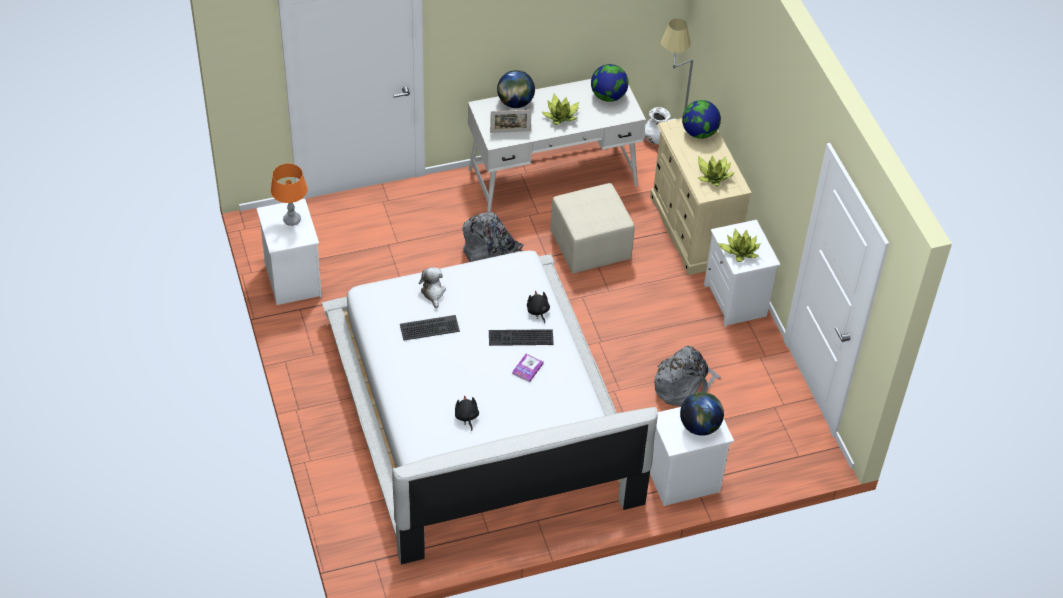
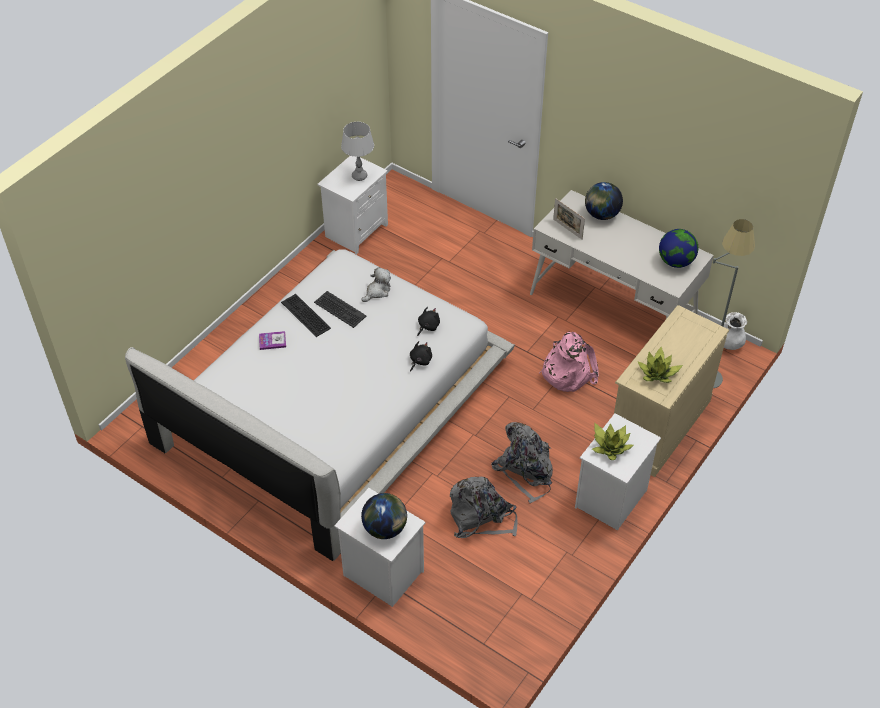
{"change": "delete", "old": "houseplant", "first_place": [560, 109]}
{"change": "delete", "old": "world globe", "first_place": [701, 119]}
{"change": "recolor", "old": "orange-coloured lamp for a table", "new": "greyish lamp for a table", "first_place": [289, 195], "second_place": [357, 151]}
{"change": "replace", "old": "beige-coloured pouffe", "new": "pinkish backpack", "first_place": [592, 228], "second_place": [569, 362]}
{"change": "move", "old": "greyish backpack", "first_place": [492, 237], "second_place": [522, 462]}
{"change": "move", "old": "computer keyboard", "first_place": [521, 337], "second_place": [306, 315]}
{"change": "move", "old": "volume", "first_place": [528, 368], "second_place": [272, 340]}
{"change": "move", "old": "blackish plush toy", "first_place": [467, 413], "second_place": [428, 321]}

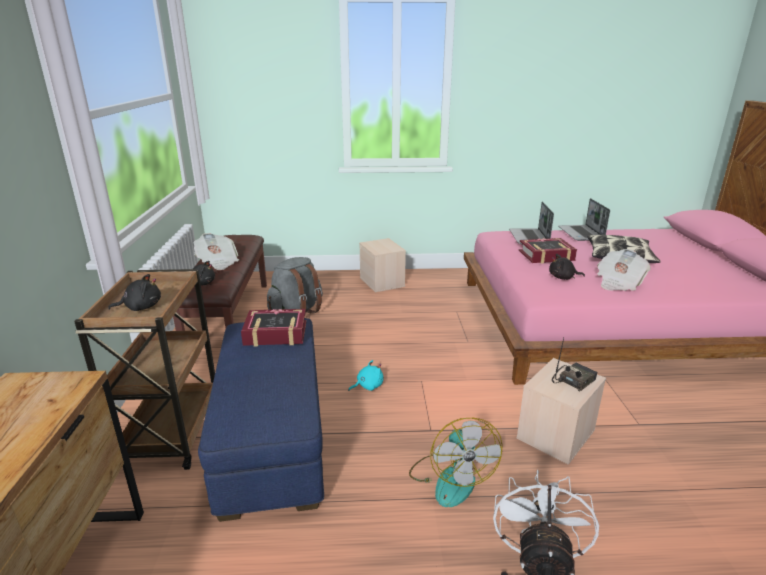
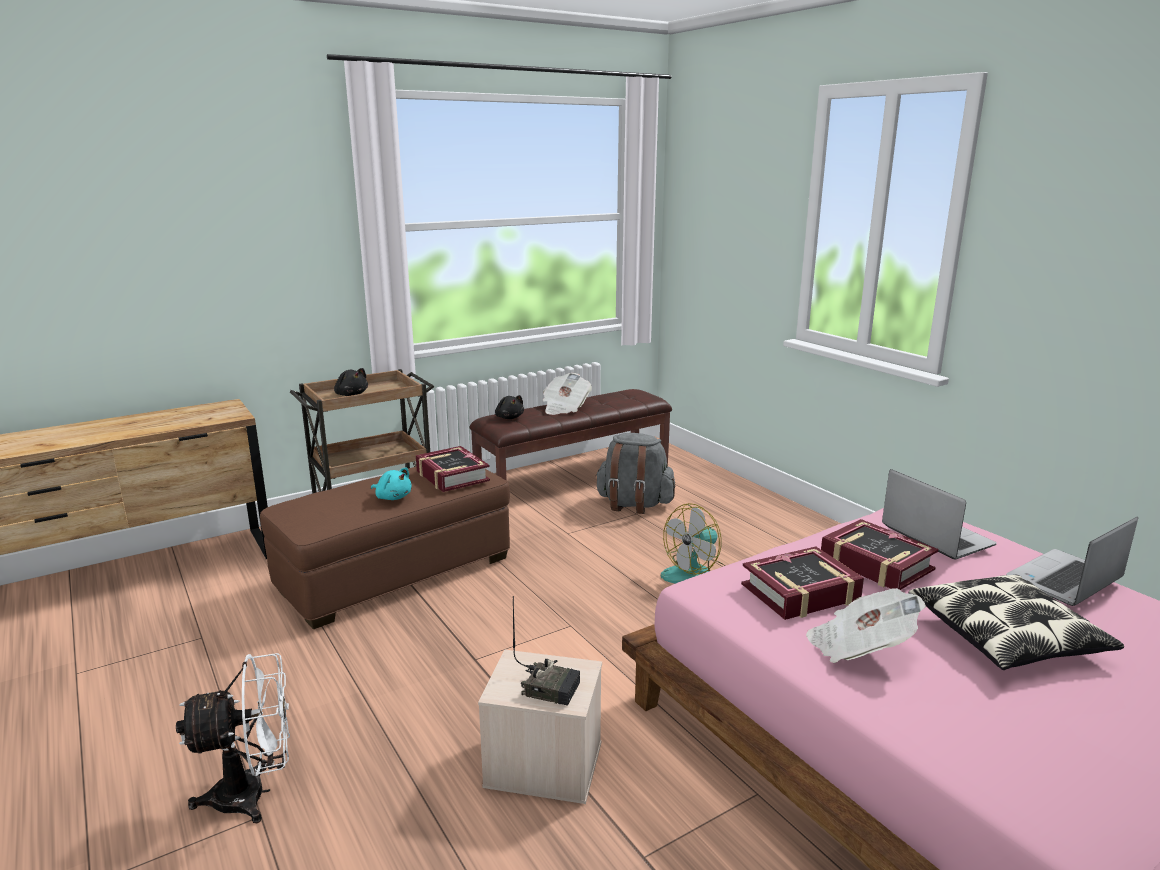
{"change": "rotate", "old": "laptop", "first_place": [531, 223], "second_place": [939, 514], "degrees": 90}
{"change": "delete", "old": "beige-coloured storage box", "first_place": [382, 265]}
{"change": "replace", "old": "blackish plush toy", "new": "volume", "first_place": [567, 267], "second_place": [802, 583]}
{"change": "recolor", "old": "blue-coloured pouffe", "new": "brown-coloured pouffe", "first_place": [261, 420], "second_place": [385, 548]}
{"change": "move", "old": "turquoise plush toy", "first_place": [366, 375], "second_place": [391, 483]}
{"change": "move", "old": "electric fan", "first_place": [456, 462], "second_place": [693, 543]}

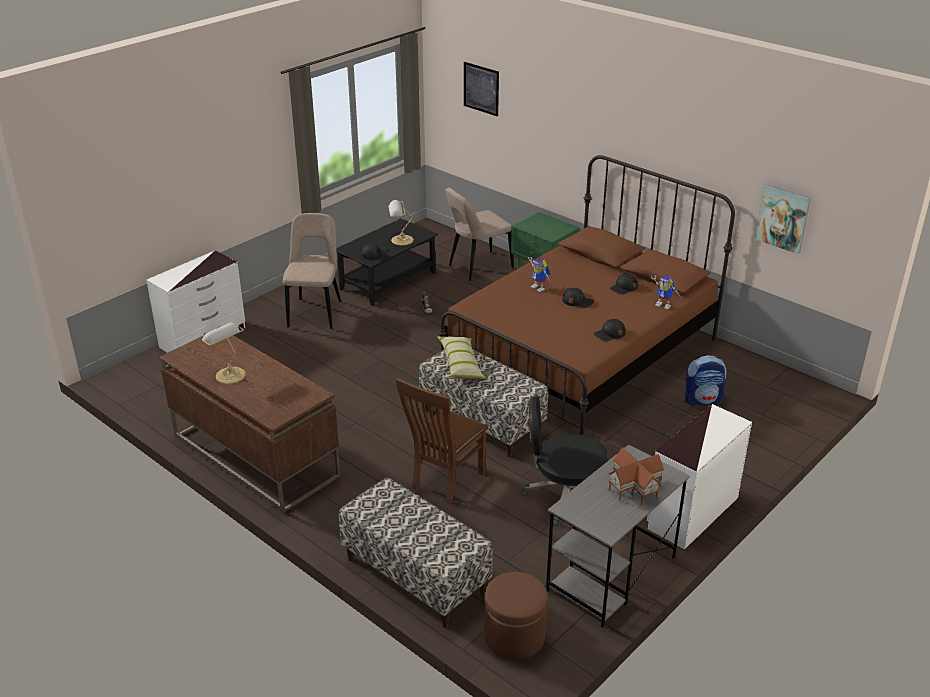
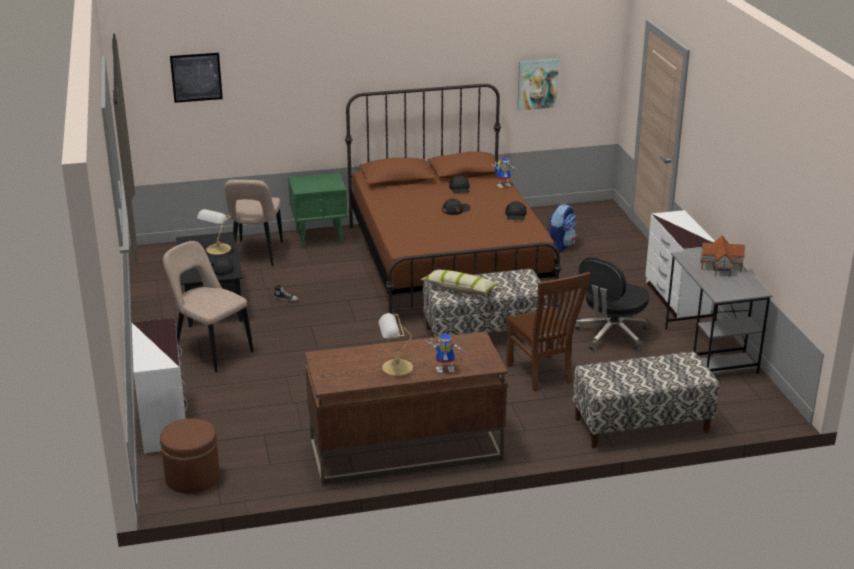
{"change": "move", "old": "toy robot", "first_place": [539, 274], "second_place": [446, 353]}
{"change": "move", "old": "brown-coloured pouffe", "first_place": [516, 616], "second_place": [190, 455]}

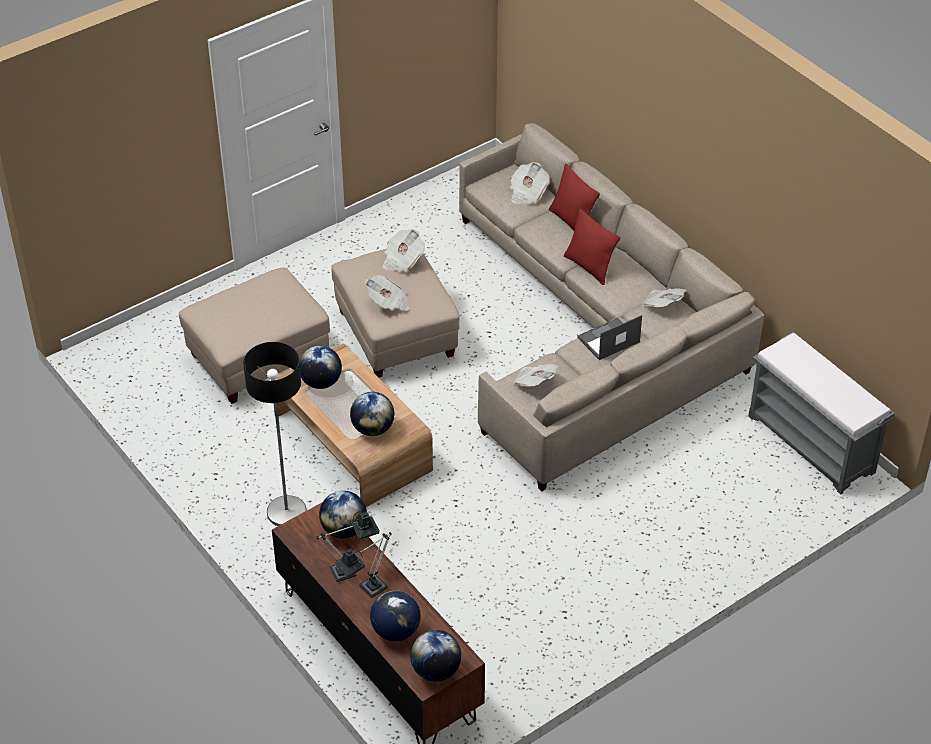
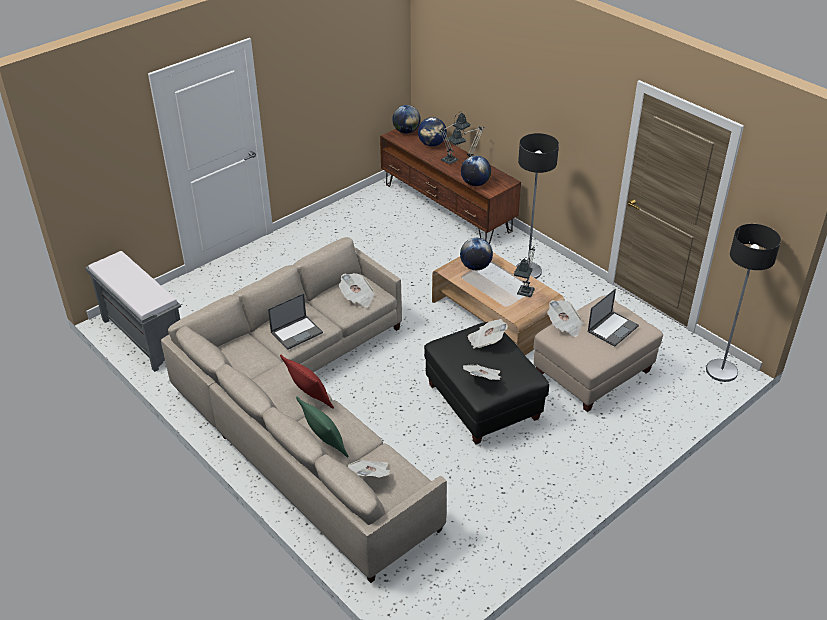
{"change": "recolor", "old": "red cushion", "new": "greenish cushion", "first_place": [574, 197], "second_place": [322, 427]}
{"change": "recolor", "old": "beige-coloured pouffe", "new": "blackish pouffe", "first_place": [395, 313], "second_place": [486, 383]}
{"change": "move", "old": "daily paper", "first_place": [664, 297], "second_place": [565, 318]}
{"change": "replace", "old": "world globe", "new": "lamp for a table", "first_place": [320, 367], "second_place": [524, 272]}
{"change": "insert", "new": "floor lamp", "second_place": [743, 303]}
{"change": "insert", "new": "laptop", "second_place": [613, 318]}

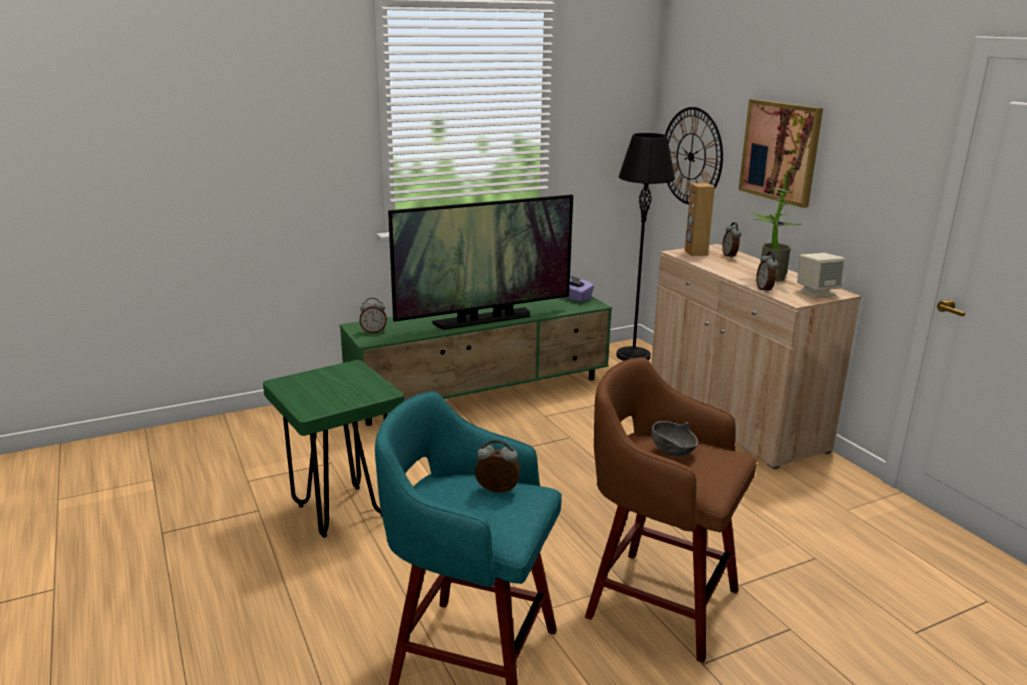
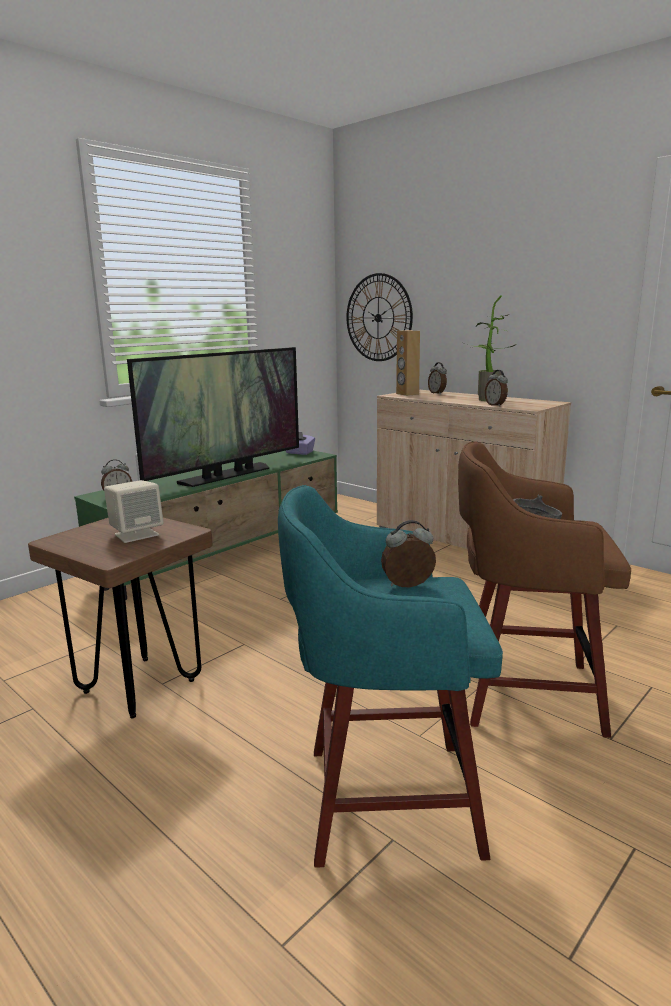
{"change": "delete", "old": "picture", "first_place": [781, 153]}
{"change": "delete", "old": "blackish floor lamp", "first_place": [645, 247]}
{"change": "move", "old": "beige-coloured speaker", "first_place": [821, 275], "second_place": [134, 511]}
{"change": "recolor", "old": "greenish stool", "new": "brown-coloured stool", "first_place": [333, 449], "second_place": [120, 618]}

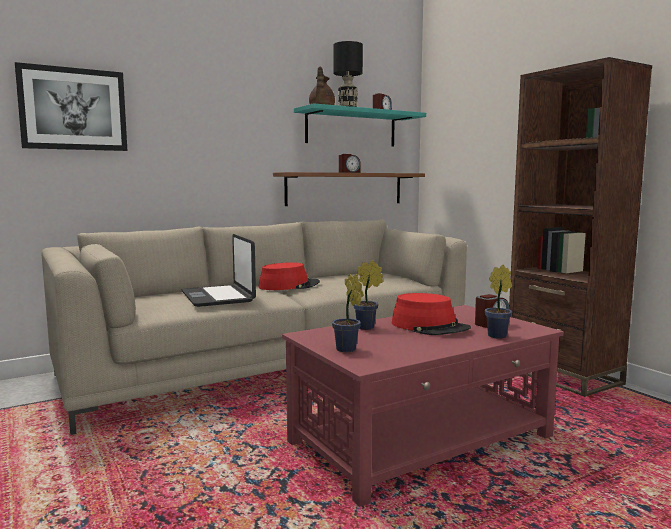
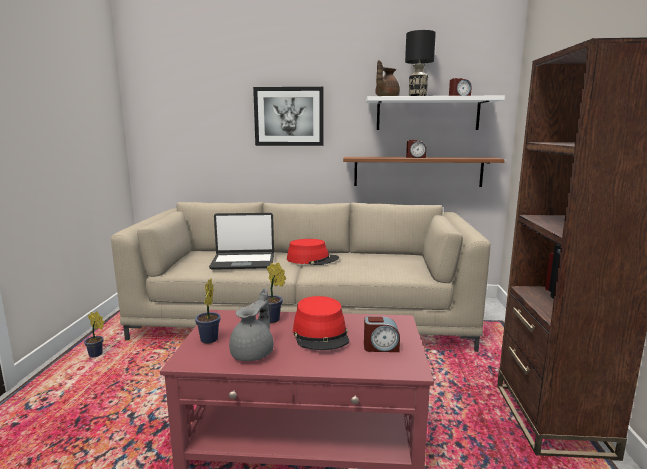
{"change": "move", "old": "picture", "first_place": [71, 106], "second_place": [288, 116]}
{"change": "recolor", "old": "turquoise wall shelf", "new": "whitish wall shelf", "first_place": [360, 125], "second_place": [435, 113]}
{"change": "rotate", "old": "laptop", "first_place": [219, 270], "second_place": [241, 241], "degrees": -105}
{"change": "move", "old": "houseplant", "first_place": [498, 302], "second_place": [94, 334]}
{"change": "insert", "new": "greyish pot for tea", "second_place": [251, 324]}

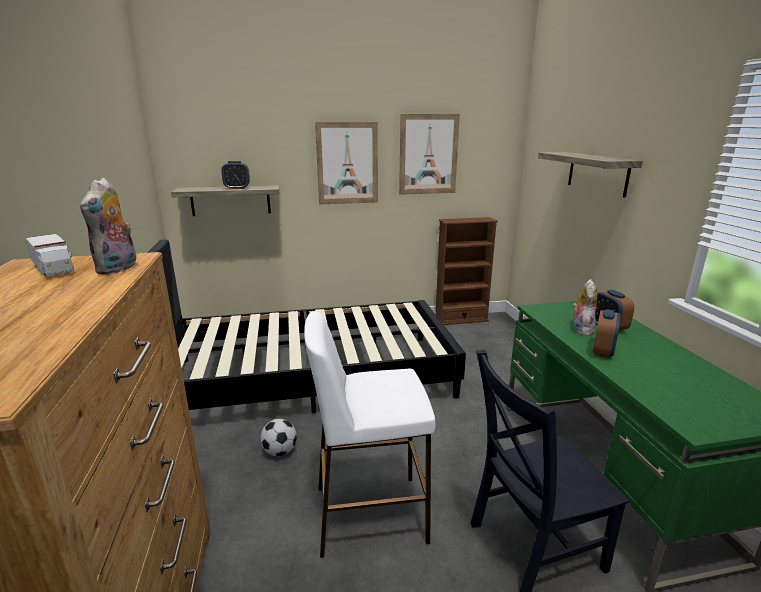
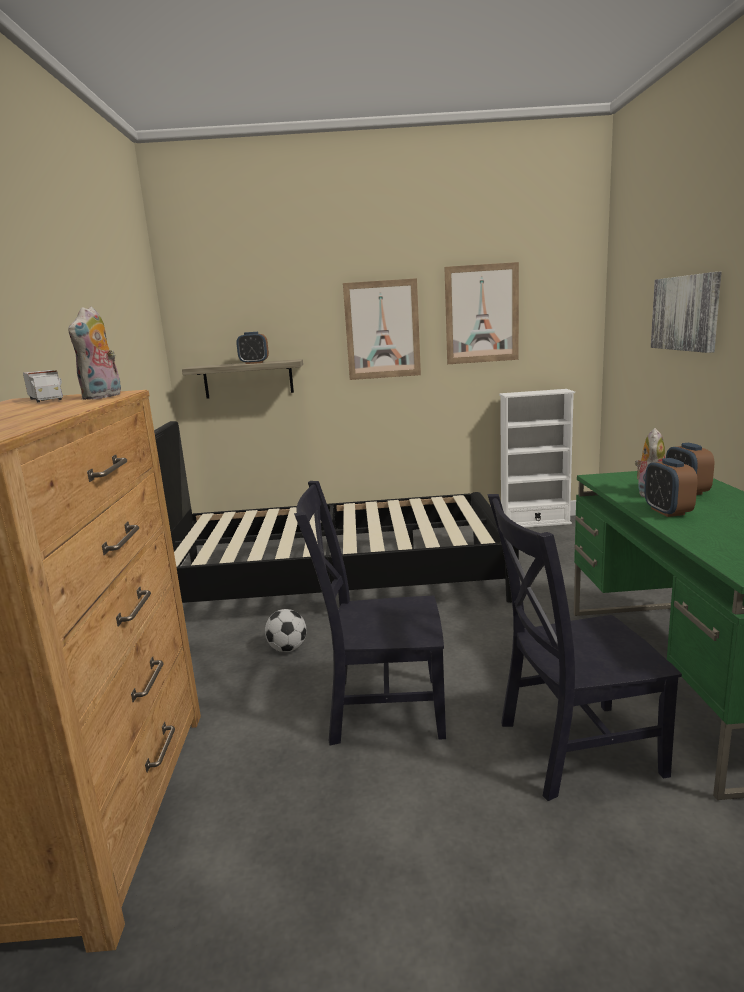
{"change": "replace", "old": "wall shelf", "new": "picture", "first_place": [590, 175], "second_place": [686, 312]}
{"change": "recolor", "old": "brown-coloured bookshelf", "new": "whitish bookshelf", "first_place": [467, 271], "second_place": [537, 458]}
{"change": "rotate", "old": "alarm clock", "first_place": [606, 333], "second_place": [670, 487], "degrees": 135}
{"change": "replace", "old": "whitish stool", "new": "blackish upright chair", "first_place": [369, 434], "second_place": [370, 613]}

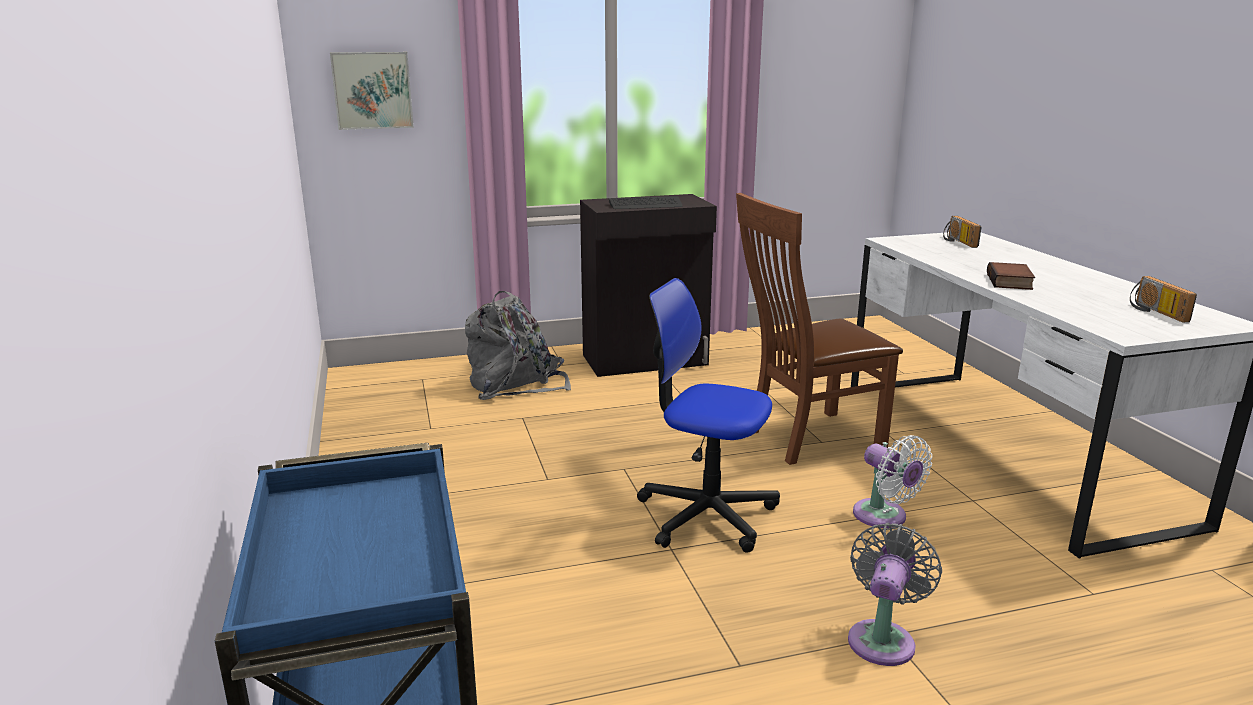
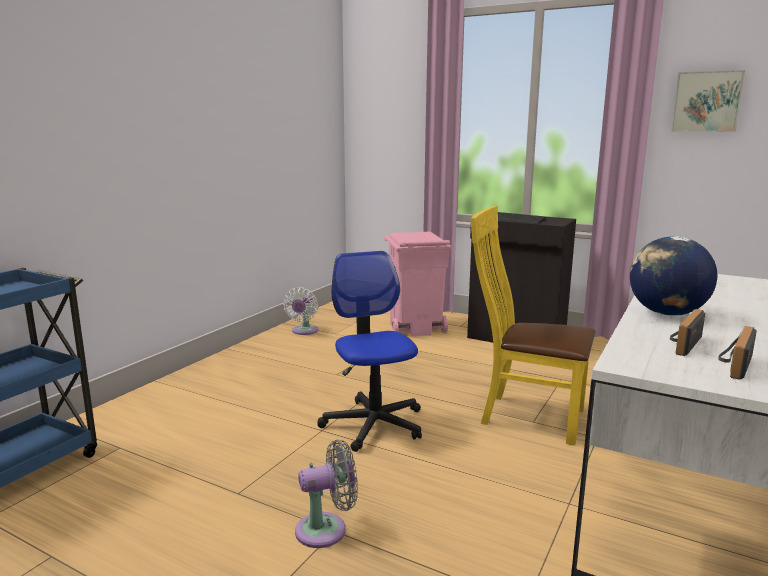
{"change": "move", "old": "picture", "first_place": [372, 91], "second_place": [708, 101]}
{"change": "recolor", "old": "brown-coloured upright chair", "new": "yellow upright chair", "first_place": [819, 329], "second_place": [533, 326]}
{"change": "move", "old": "radio", "first_place": [962, 232], "second_place": [687, 332]}
{"change": "replace", "old": "volume", "new": "world globe", "first_place": [1011, 276], "second_place": [673, 276]}
{"change": "replace", "old": "greyish backpack", "new": "pinkish rubbish bin", "first_place": [518, 345], "second_place": [417, 284]}
{"change": "move", "old": "whitish electric fan", "first_place": [892, 481], "second_place": [300, 311]}

